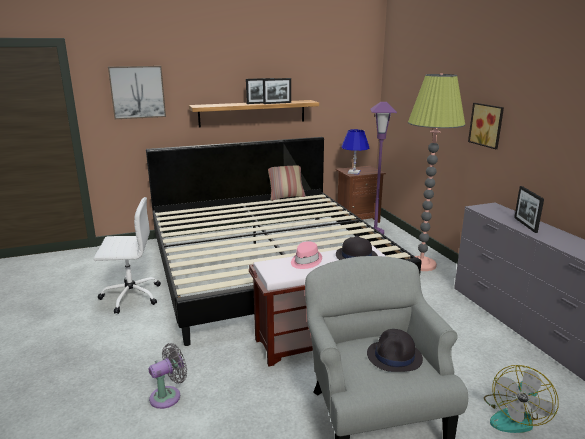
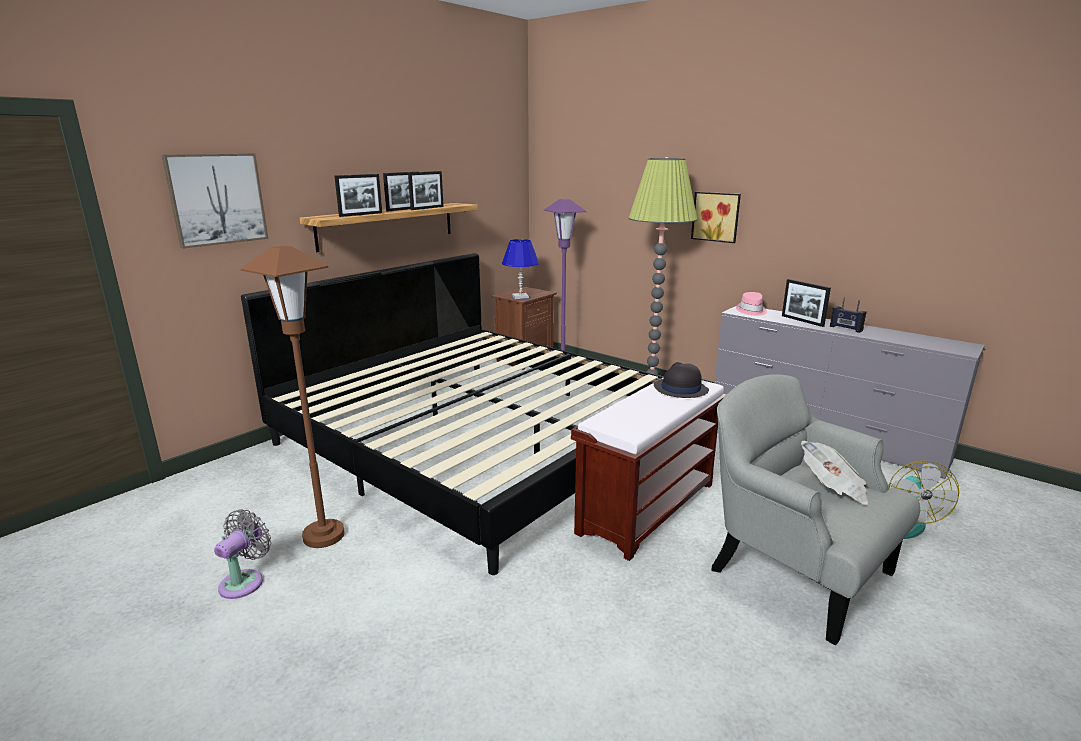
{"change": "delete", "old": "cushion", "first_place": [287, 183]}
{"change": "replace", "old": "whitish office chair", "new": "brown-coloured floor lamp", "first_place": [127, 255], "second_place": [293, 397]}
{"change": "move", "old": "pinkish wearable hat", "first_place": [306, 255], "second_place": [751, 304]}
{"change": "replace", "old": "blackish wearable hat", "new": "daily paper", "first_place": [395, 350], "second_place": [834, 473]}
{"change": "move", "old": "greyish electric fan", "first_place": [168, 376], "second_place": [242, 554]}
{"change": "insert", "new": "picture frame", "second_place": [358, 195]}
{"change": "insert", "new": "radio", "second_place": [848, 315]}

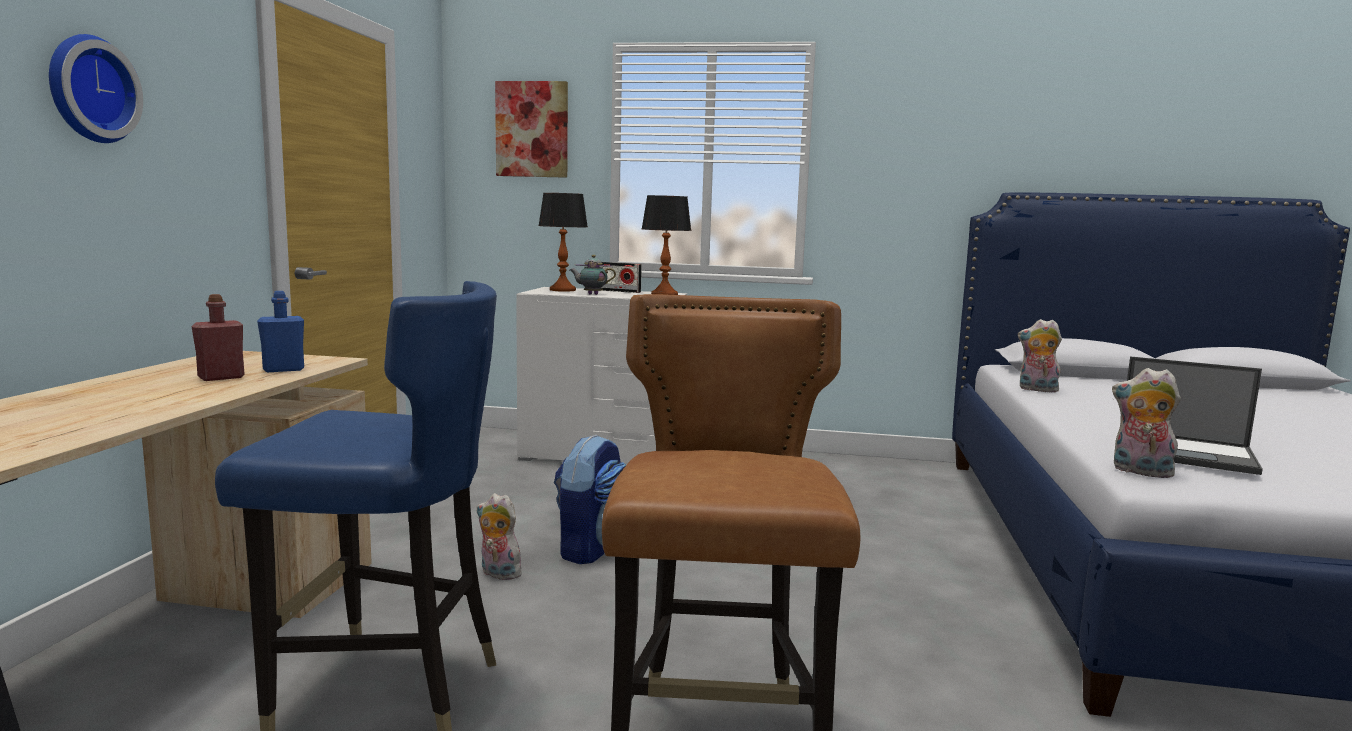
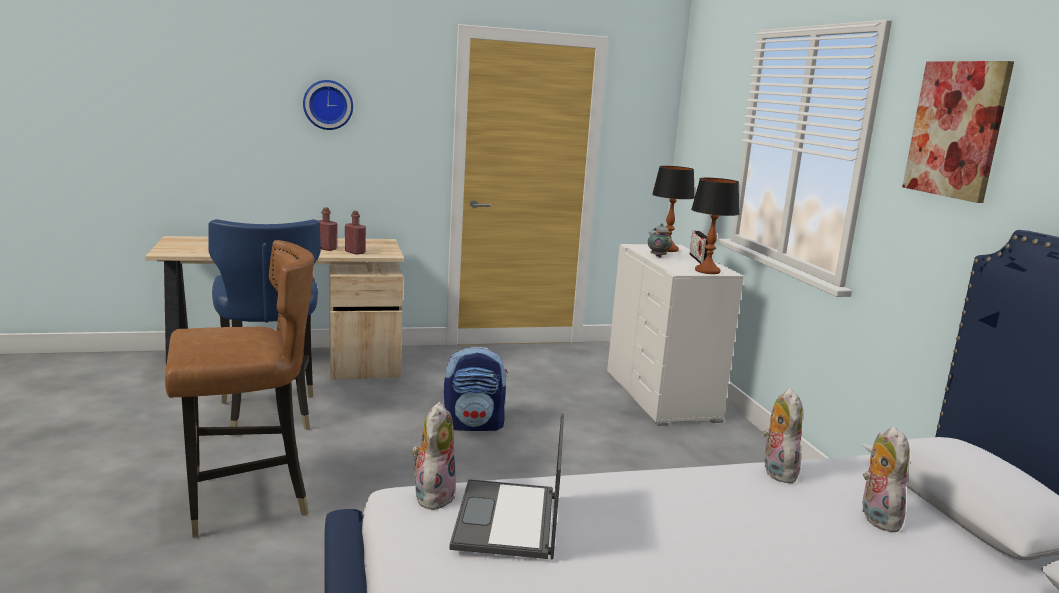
{"change": "move", "old": "picture", "first_place": [531, 129], "second_place": [958, 132]}
{"change": "recolor", "old": "blue-coloured drink bottle", "new": "red drink bottle", "first_place": [280, 331], "second_place": [355, 233]}
{"change": "move", "old": "plush toy", "first_place": [499, 536], "second_place": [886, 479]}

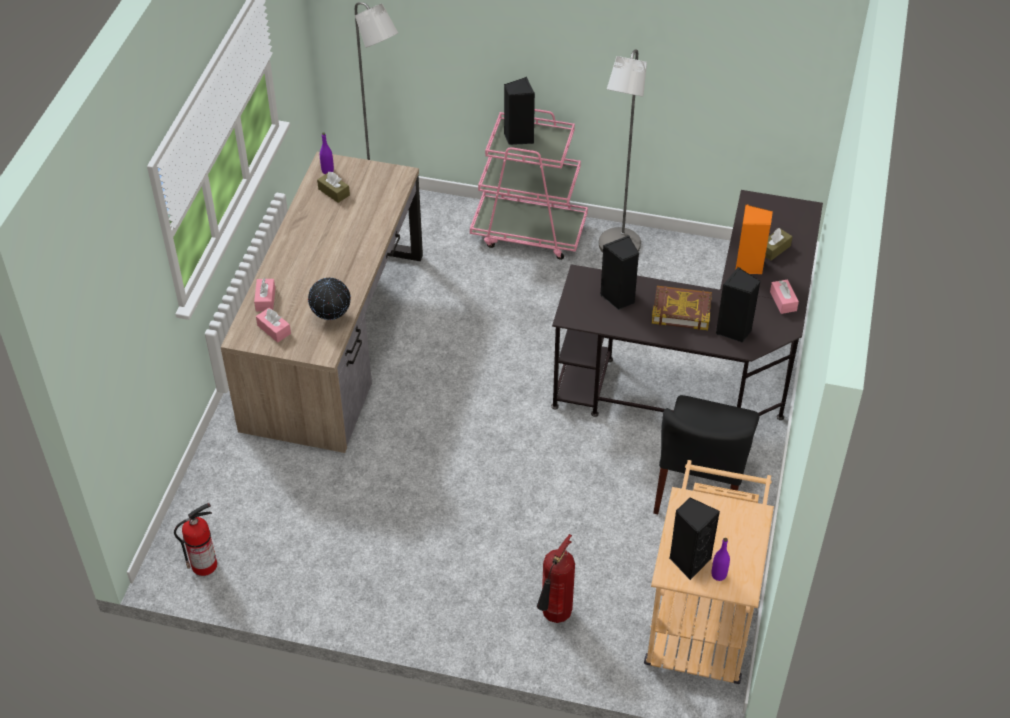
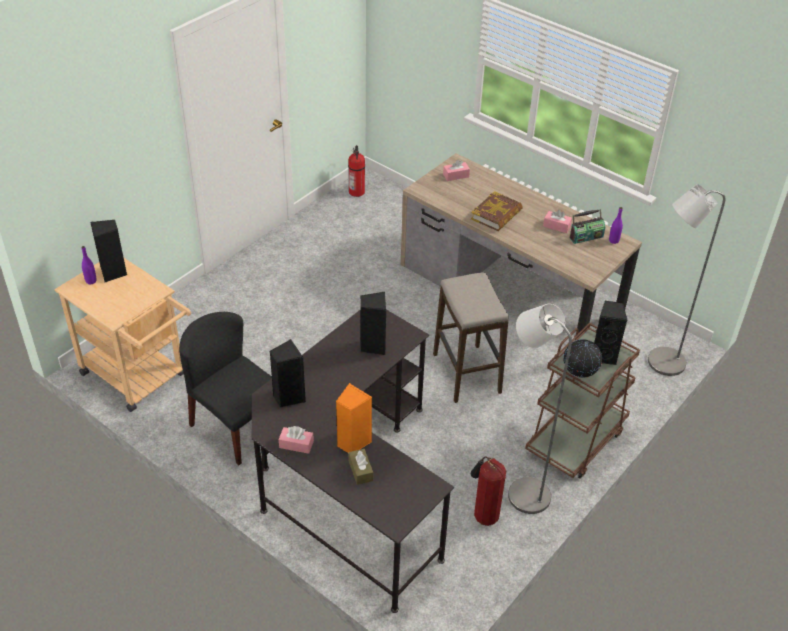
{"change": "recolor", "old": "pinkish trolley", "new": "brown-coloured trolley", "first_place": [529, 184], "second_place": [582, 401]}
{"change": "replace", "old": "brown-coloured tissue holder", "new": "radio", "first_place": [333, 187], "second_place": [588, 226]}
{"change": "move", "old": "pinkish tissue holder", "first_place": [264, 294], "second_place": [557, 221]}
{"change": "move", "old": "world globe", "first_place": [329, 299], "second_place": [582, 358]}
{"change": "move", "old": "volume", "first_place": [682, 308], "second_place": [497, 211]}
{"change": "move", "old": "fire extinguisher", "first_place": [556, 578], "second_place": [488, 491]}
{"change": "insert", "new": "stool", "second_place": [471, 337]}

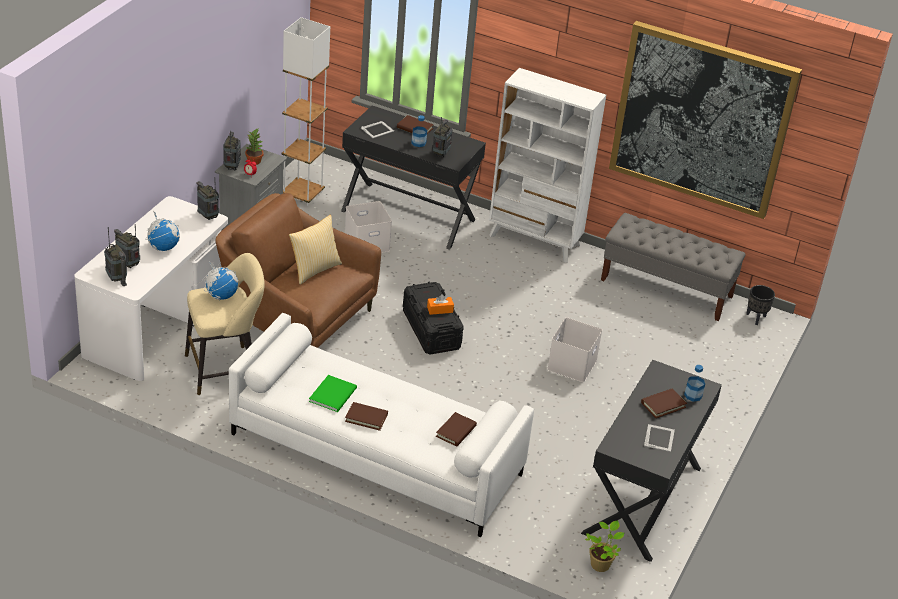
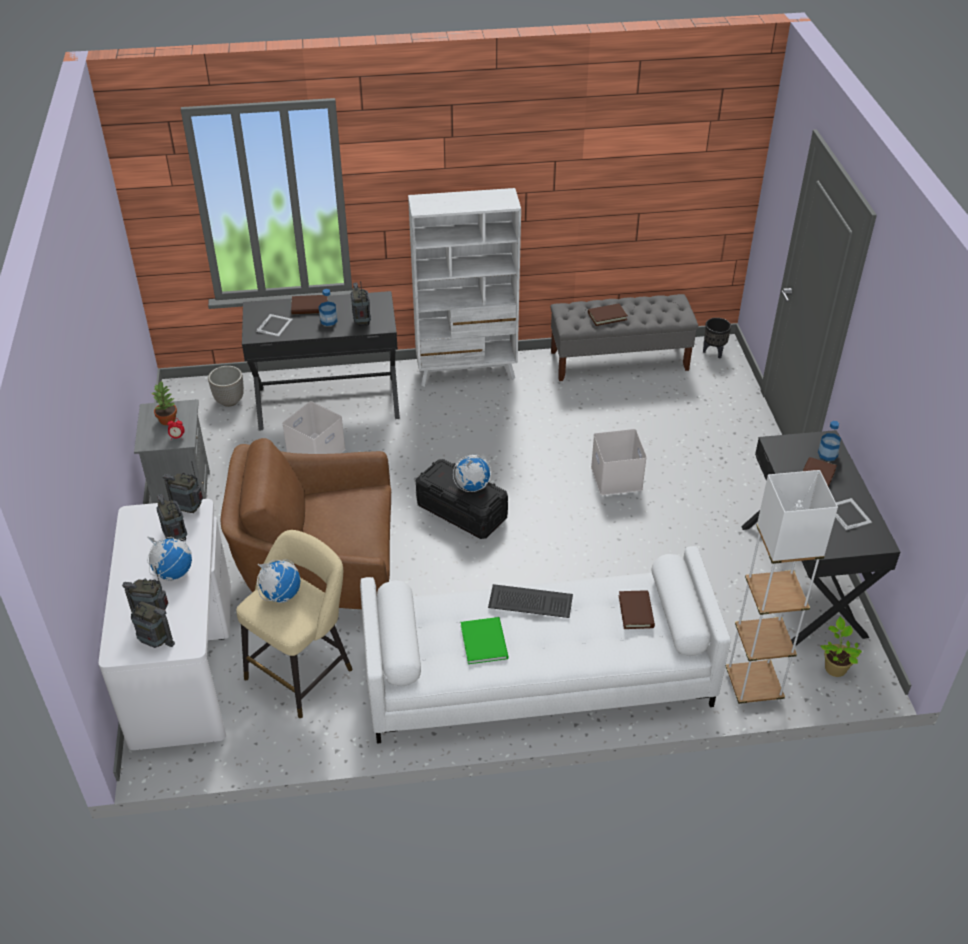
{"change": "move", "old": "whitish floor lamp", "first_place": [306, 111], "second_place": [782, 588]}
{"change": "delete", "old": "picture", "first_place": [705, 120]}
{"change": "move", "old": "radio", "first_place": [232, 150], "second_place": [171, 517]}
{"change": "delete", "old": "cushion", "first_place": [315, 250]}
{"change": "replace", "old": "orange-coloured tissue holder", "new": "world globe", "first_place": [440, 304], "second_place": [472, 473]}
{"change": "move", "old": "brown-coloured volume", "first_place": [366, 416], "second_place": [608, 314]}
{"change": "insert", "new": "flower pot", "second_place": [226, 386]}
{"change": "insert", "new": "computer keyboard", "second_place": [530, 601]}

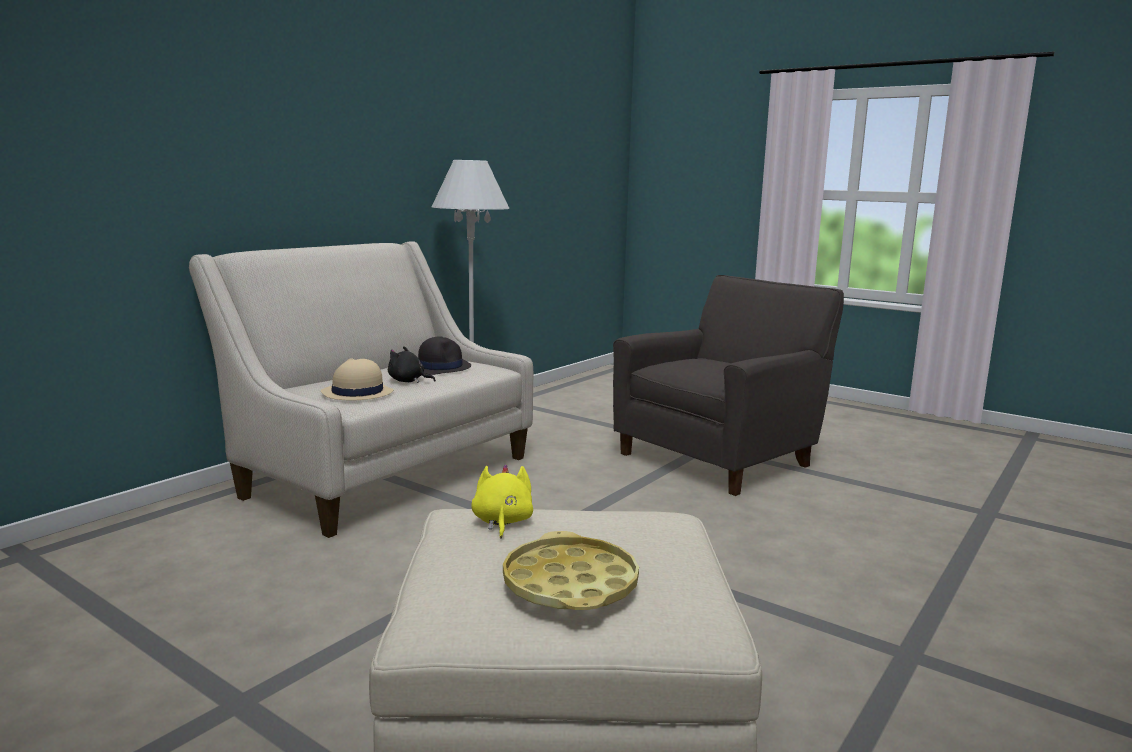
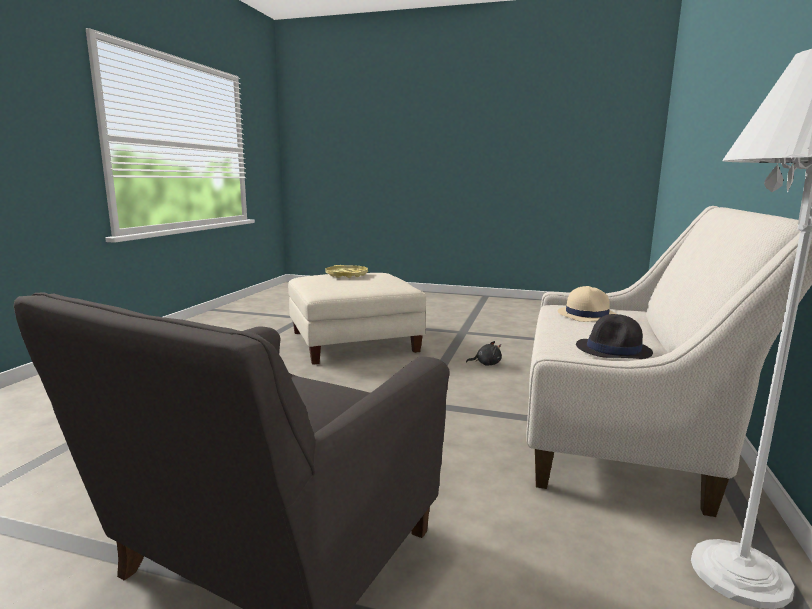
{"change": "move", "old": "blackish plush toy", "first_place": [412, 364], "second_place": [484, 353]}
{"change": "delete", "old": "yellow plush toy", "first_place": [502, 501]}

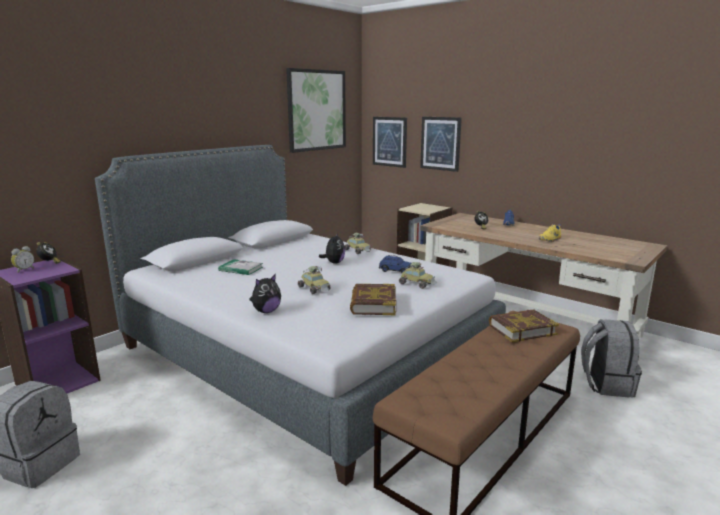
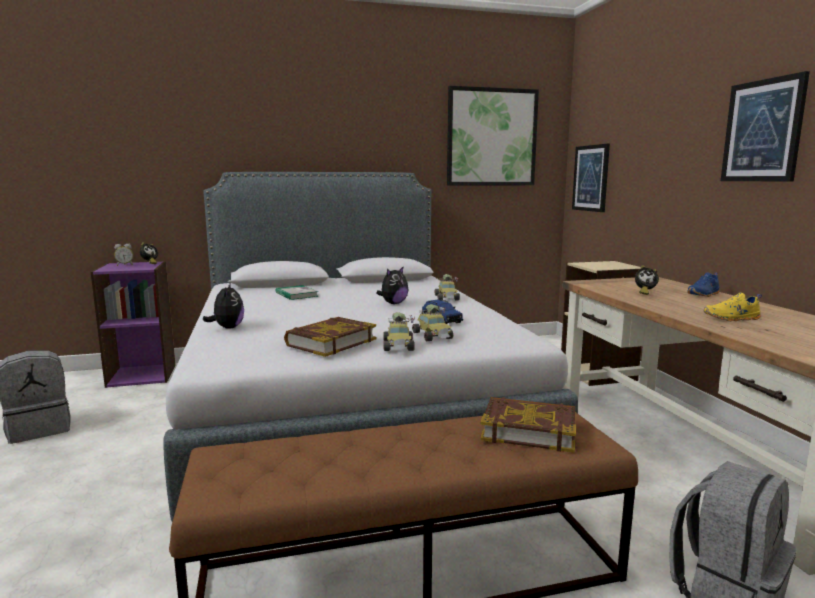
{"change": "move", "old": "picture", "first_place": [441, 144], "second_place": [765, 126]}
{"change": "move", "old": "model car", "first_place": [314, 280], "second_place": [399, 331]}
{"change": "rotate", "old": "plush toy", "first_place": [265, 293], "second_place": [223, 305], "degrees": -90}

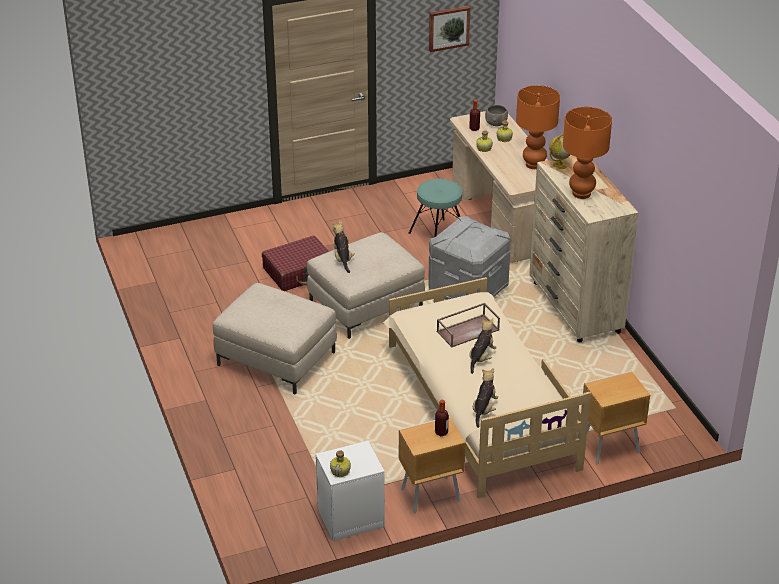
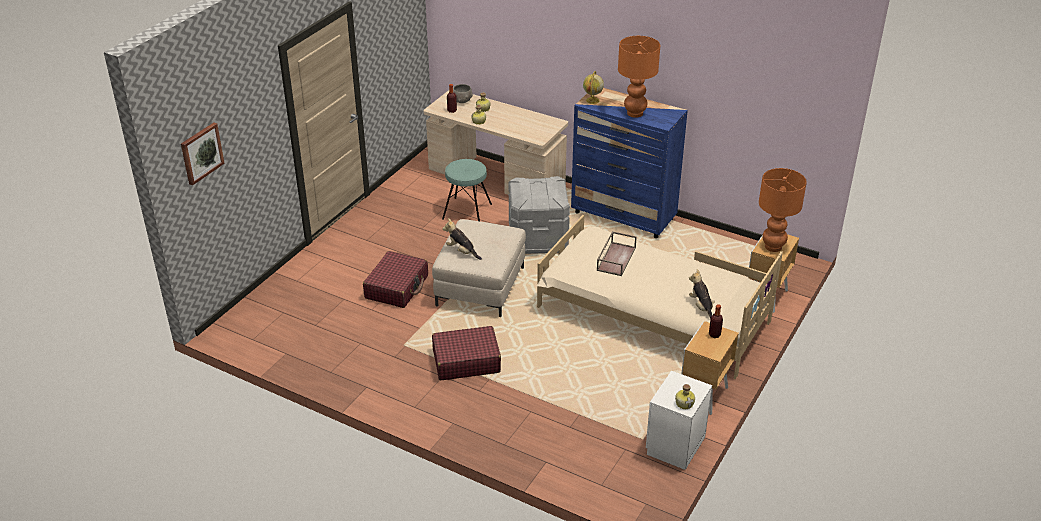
{"change": "move", "old": "picture", "first_place": [449, 29], "second_place": [203, 153]}
{"change": "move", "old": "orange-coloured lamp for a table", "first_place": [538, 127], "second_place": [783, 210]}
{"change": "recolor", "old": "beige-coloured dresser", "new": "blue-coloured dresser", "first_place": [583, 248], "second_place": [629, 163]}
{"change": "replace", "old": "beige-coloured pouffe", "new": "red suitcase", "first_place": [275, 338], "second_place": [466, 353]}
{"change": "delete", "old": "plush toy", "first_place": [483, 346]}

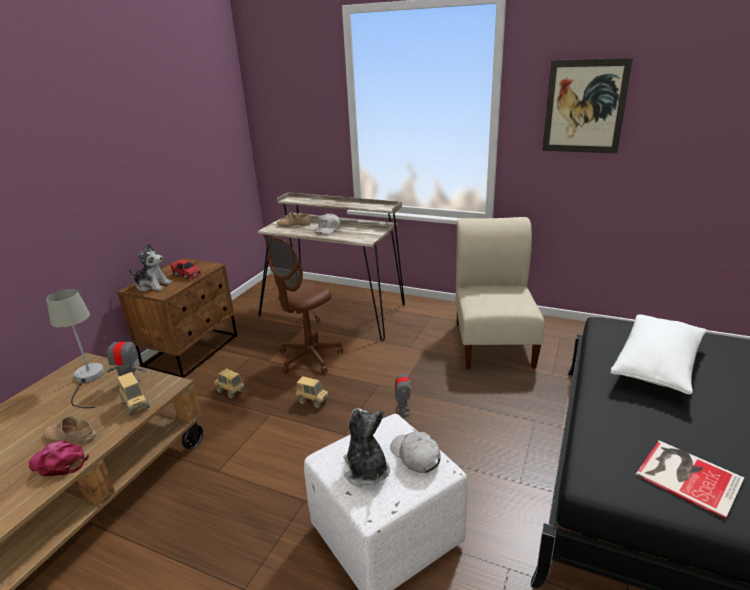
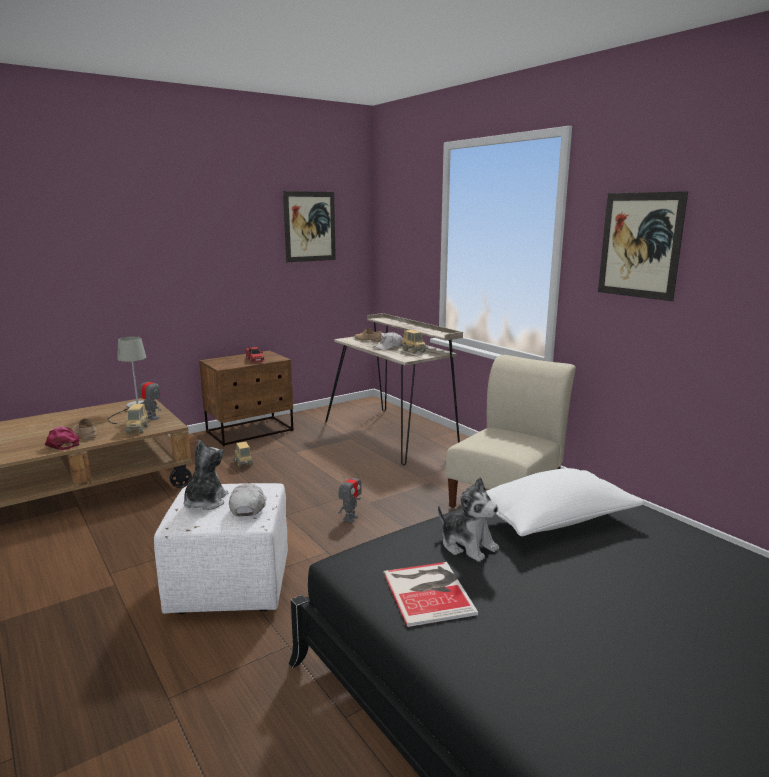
{"change": "delete", "old": "brown-coloured office chair", "first_place": [303, 304]}
{"change": "move", "old": "plush toy", "first_place": [150, 267], "second_place": [468, 519]}
{"change": "move", "old": "toy truck", "first_place": [312, 392], "second_place": [414, 342]}
{"change": "insert", "new": "picture", "second_place": [309, 226]}

